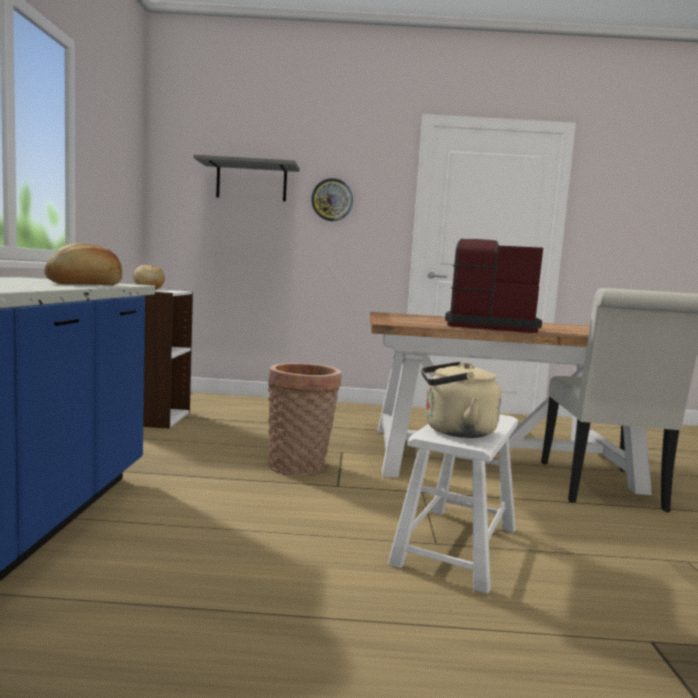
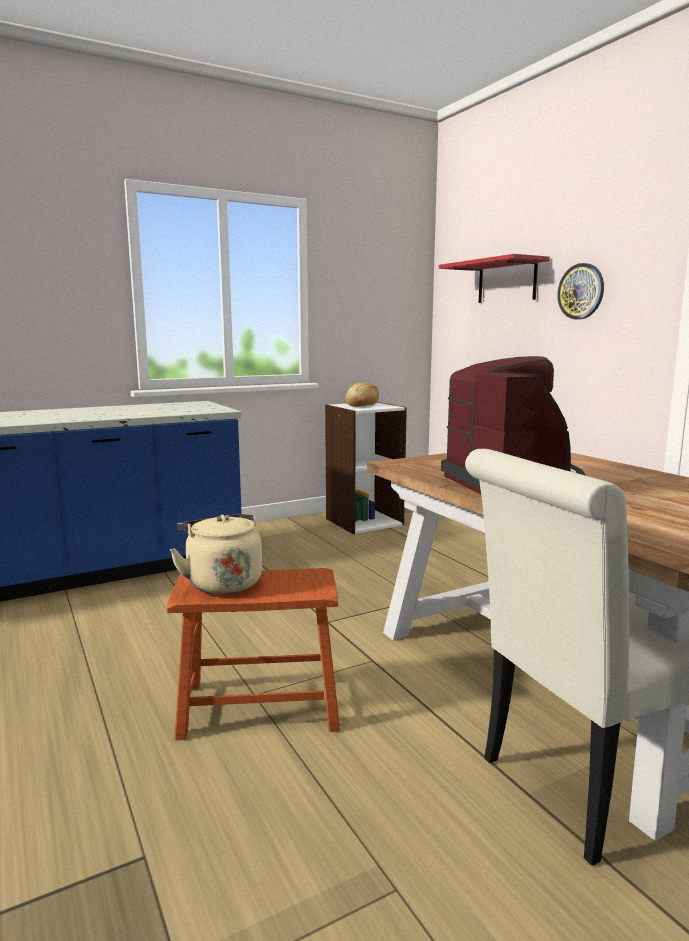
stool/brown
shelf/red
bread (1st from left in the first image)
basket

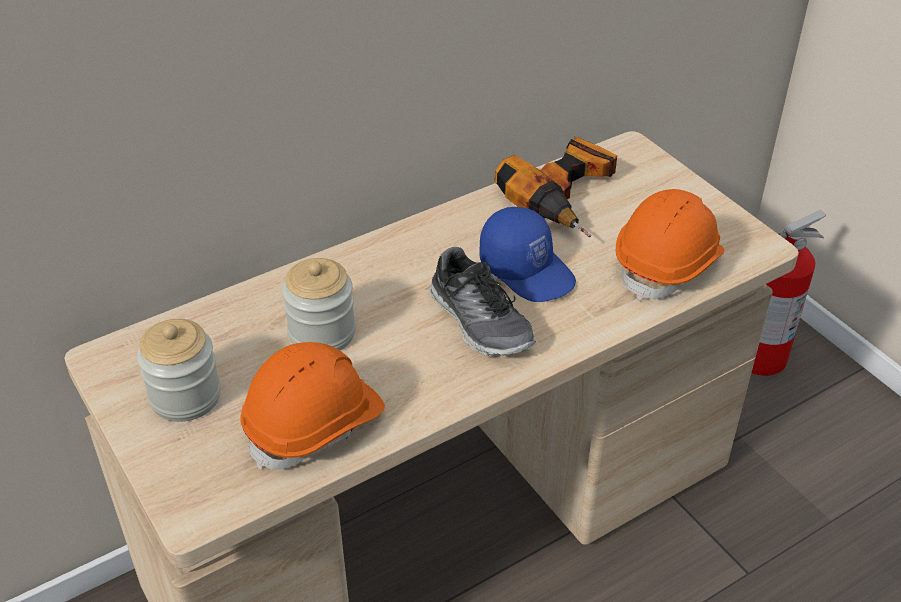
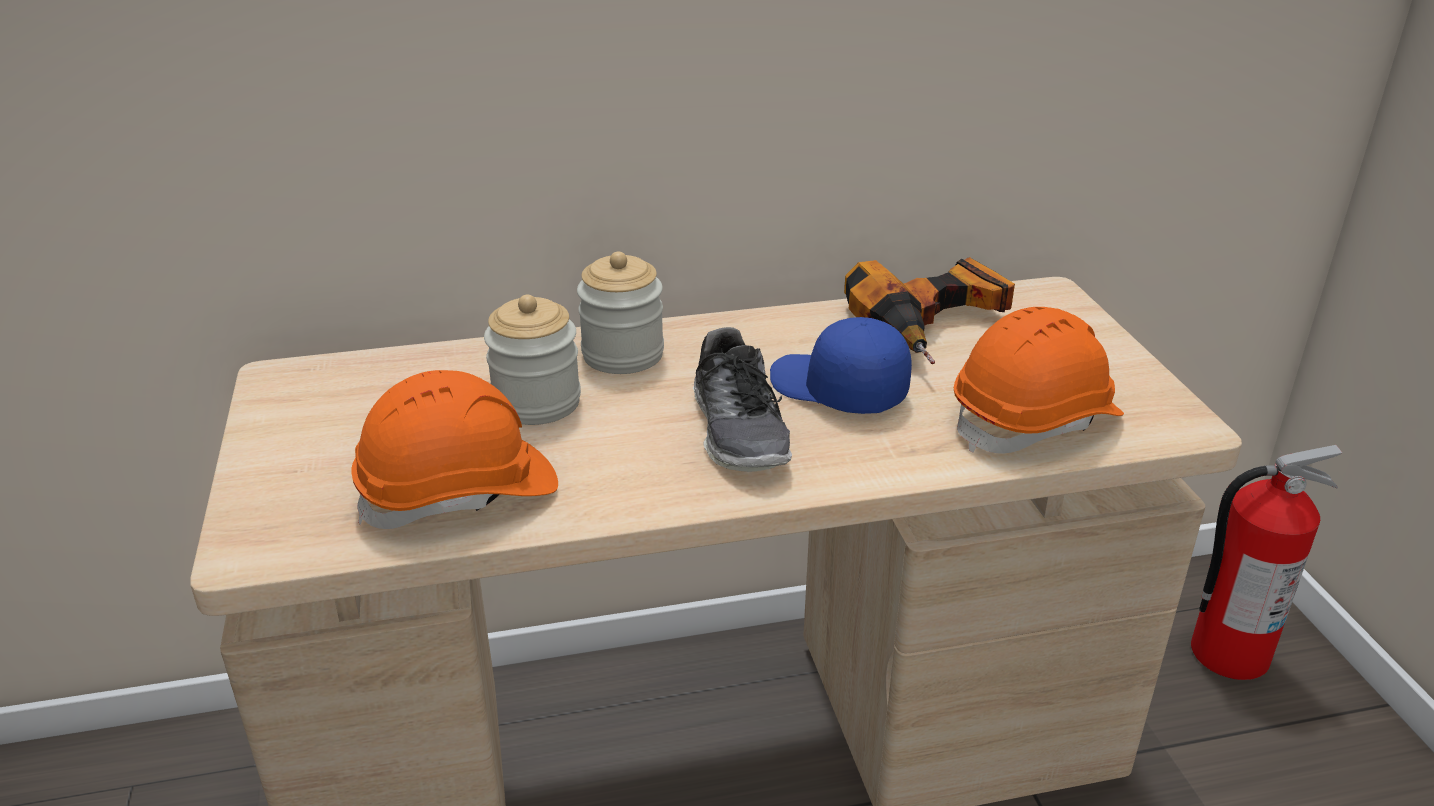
jar (2nd from left)
cap/blue

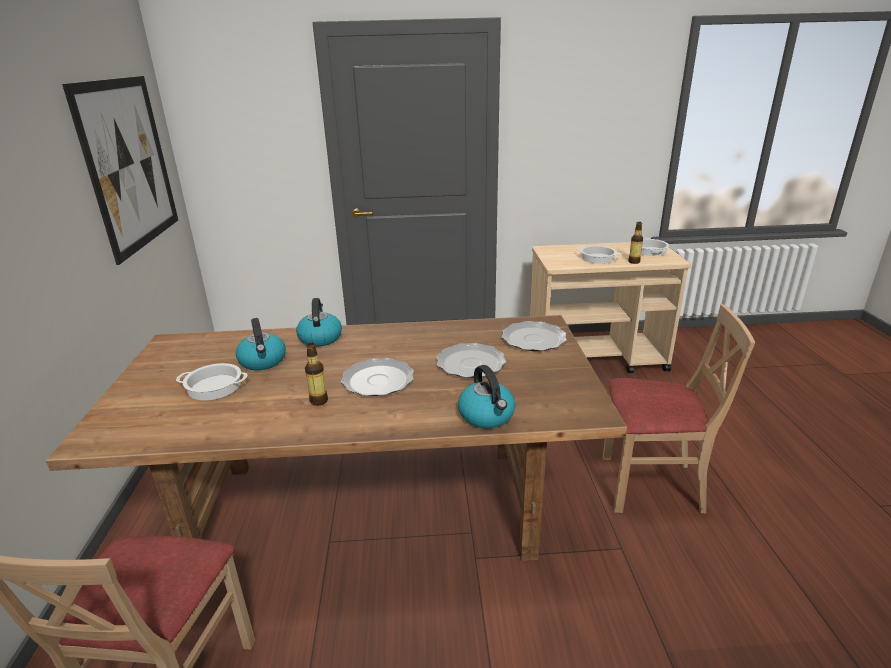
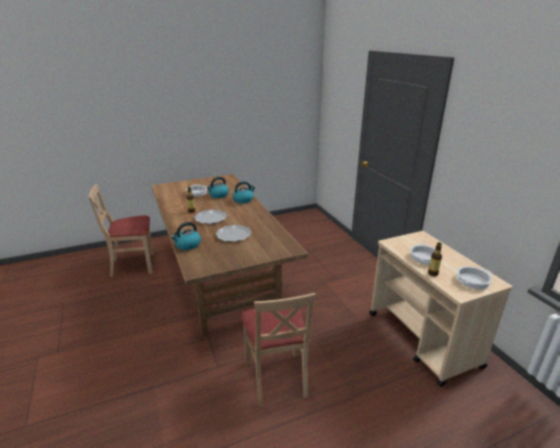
picture
plate (3rd from left in the first image)

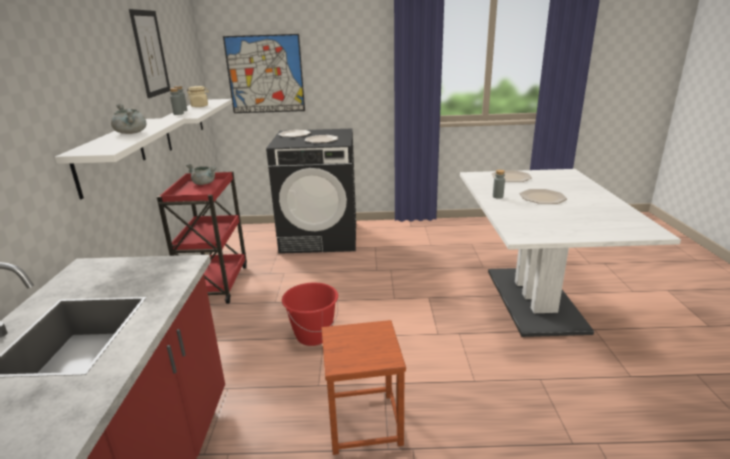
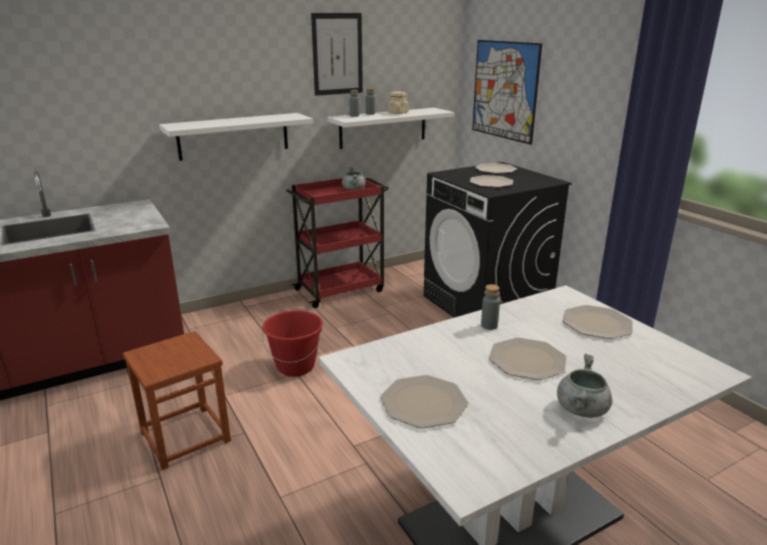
plate (1st from left)
cooking pot/grey (2nd from left)

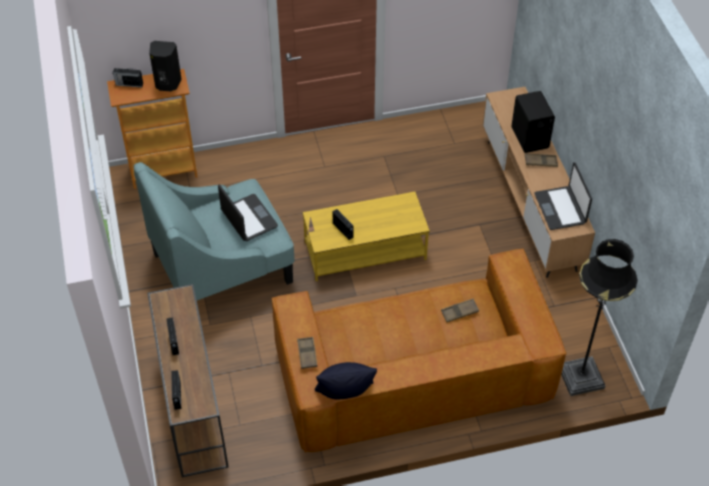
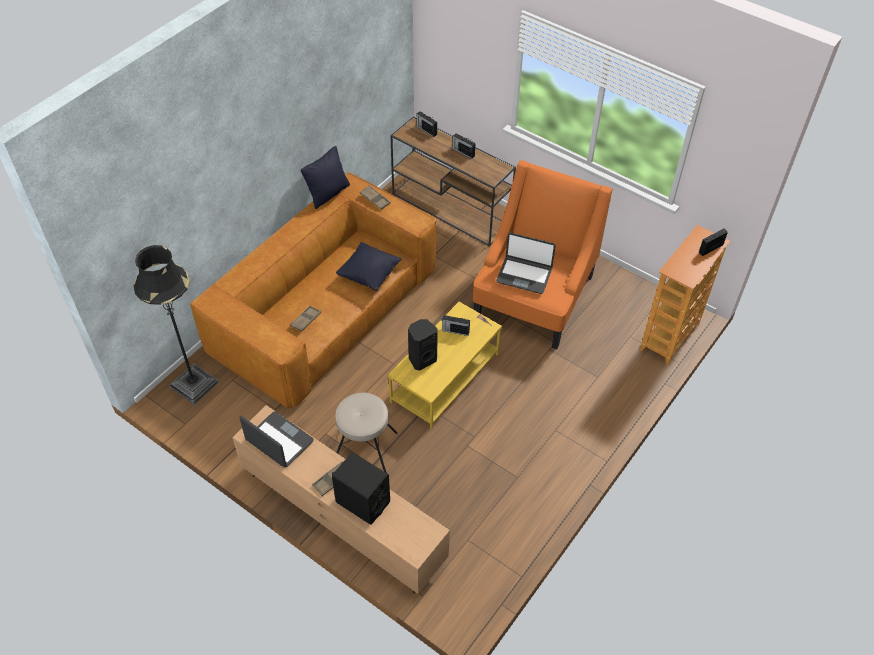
stool/beige
pillow/black (2nd from left)
speaker/black (2nd from left)
armchair/orange

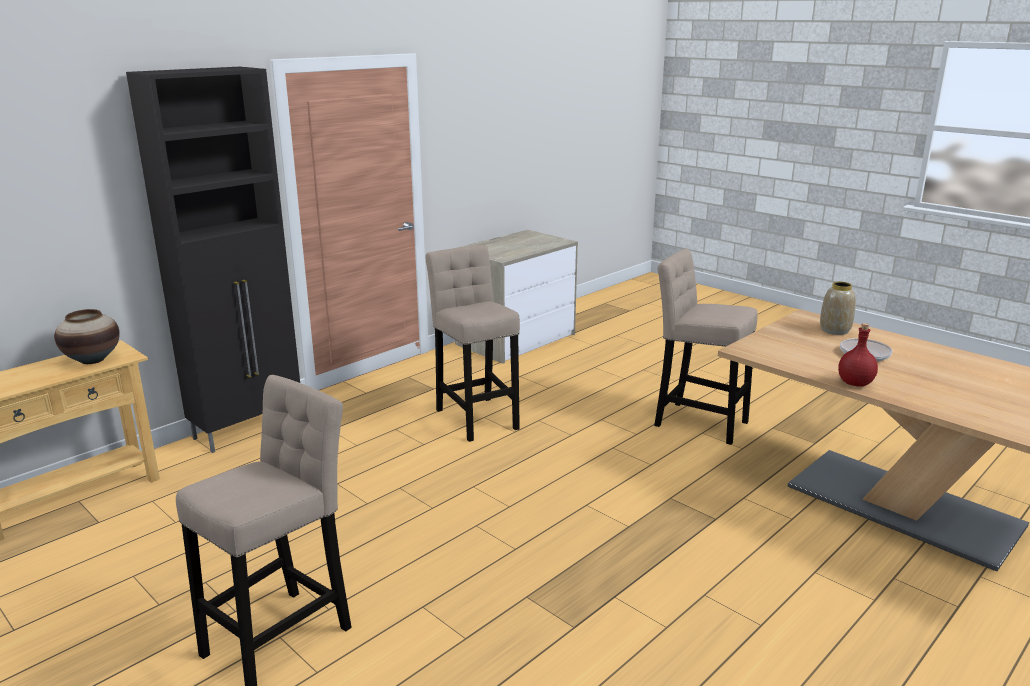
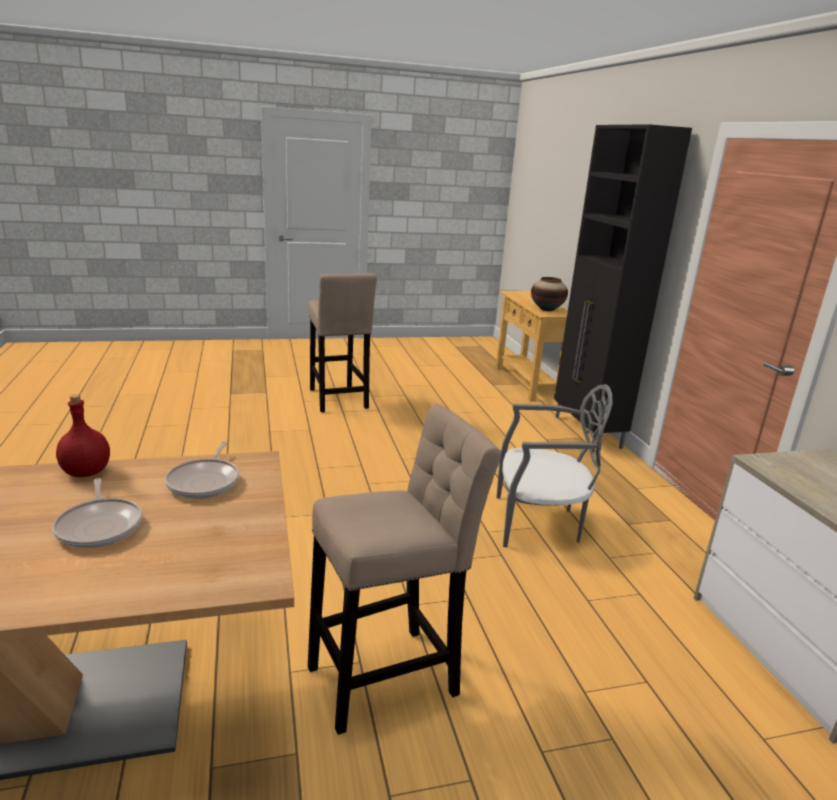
frying pan (2nd from left)
chair/grey
vase (2nd from left in the first image)

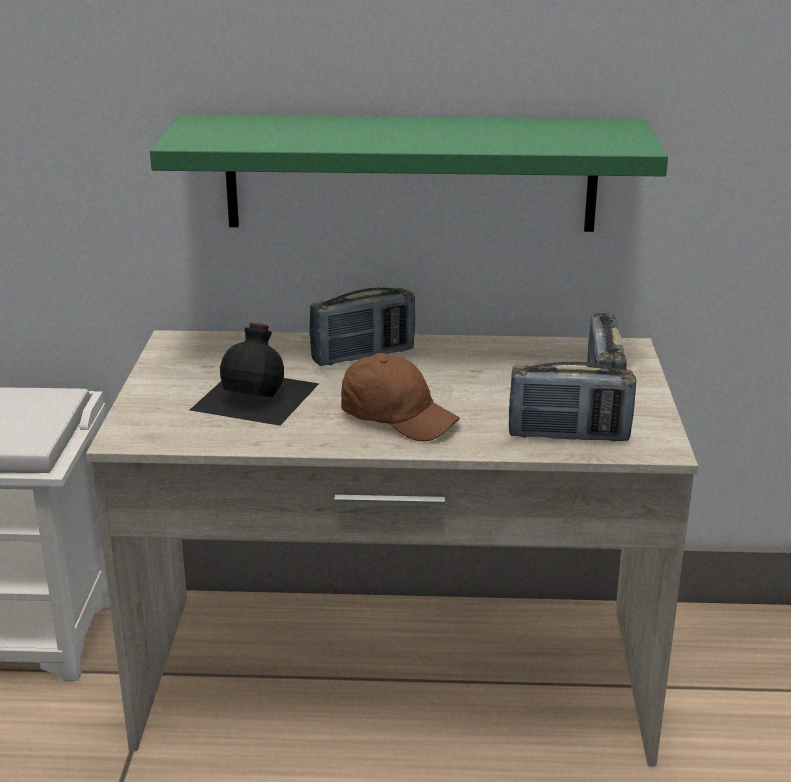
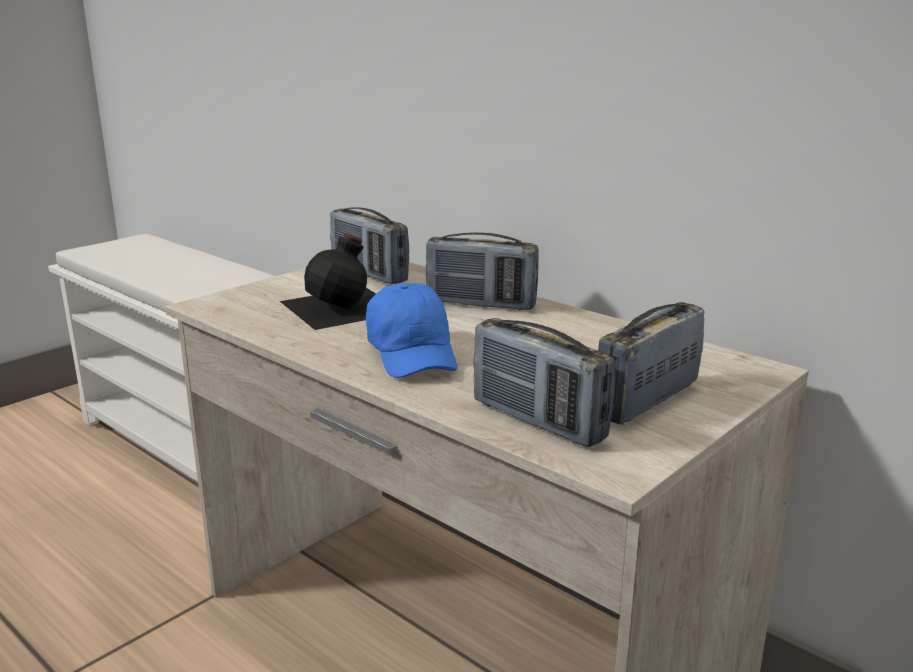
radio (1st from left)
cap/blue
shelf/green

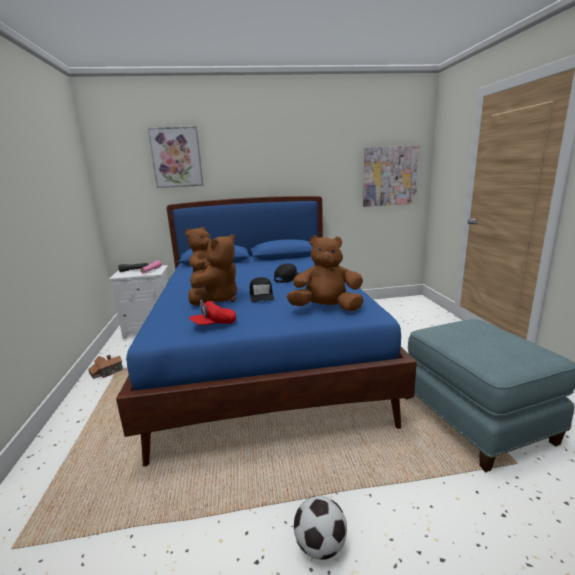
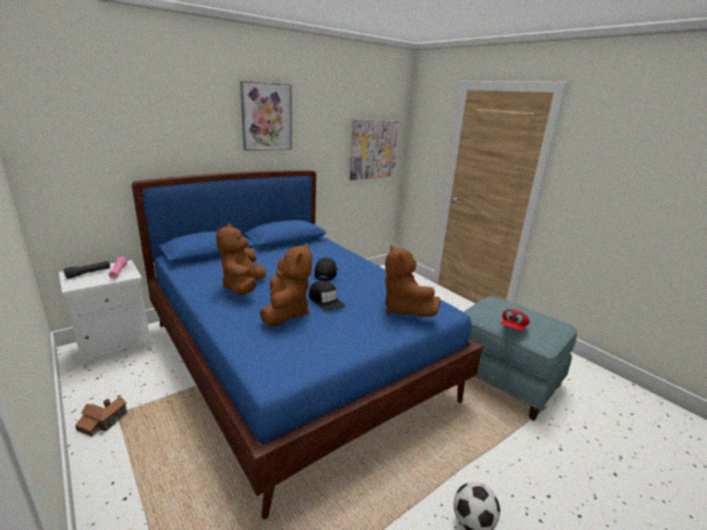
picture (1st from left)
plush toy/brown (3rd from left)
cap/red

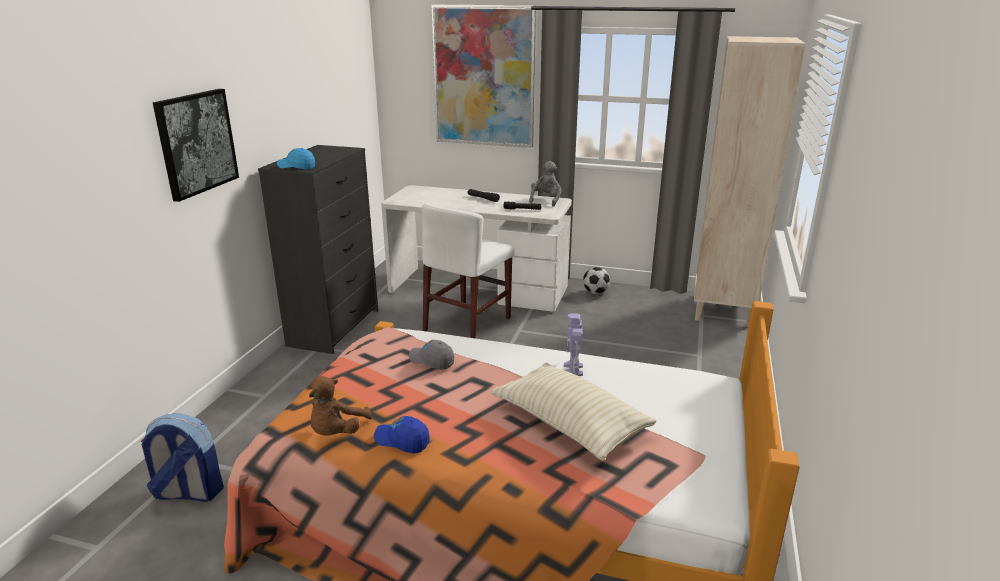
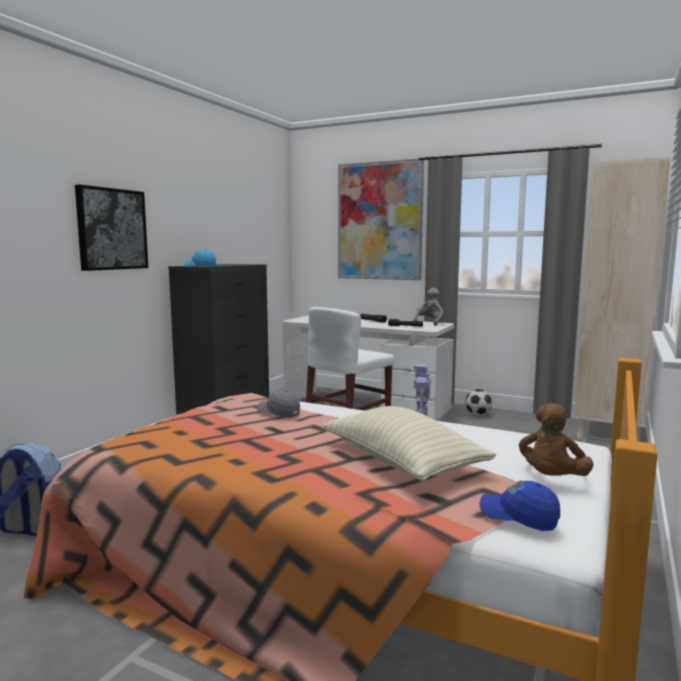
cap/blue (2nd from left)
plush toy/brown

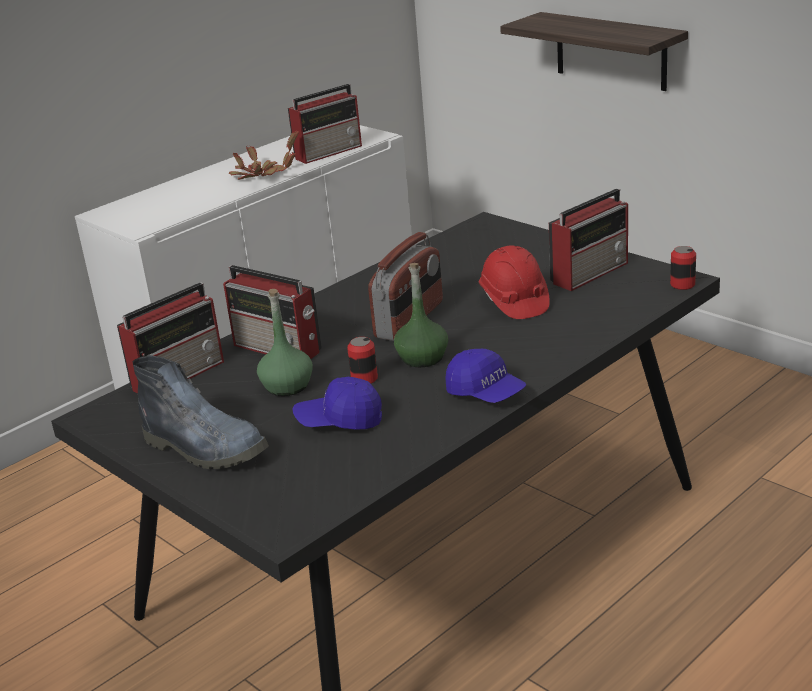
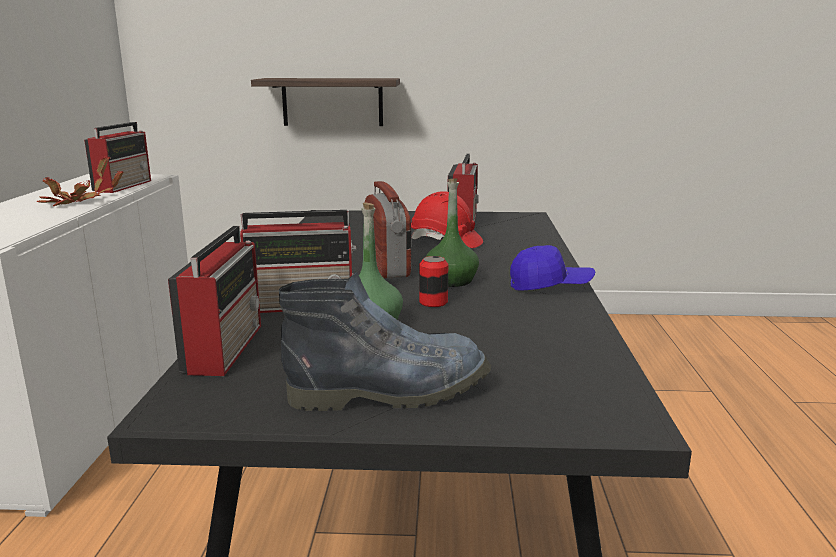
cap/blue (1st from left in the first image)
can (2nd from left in the first image)

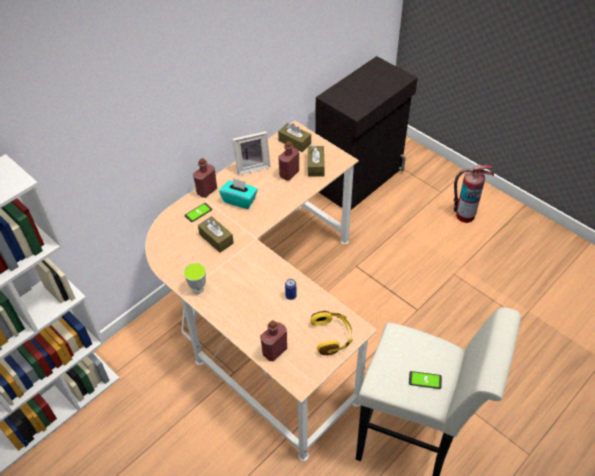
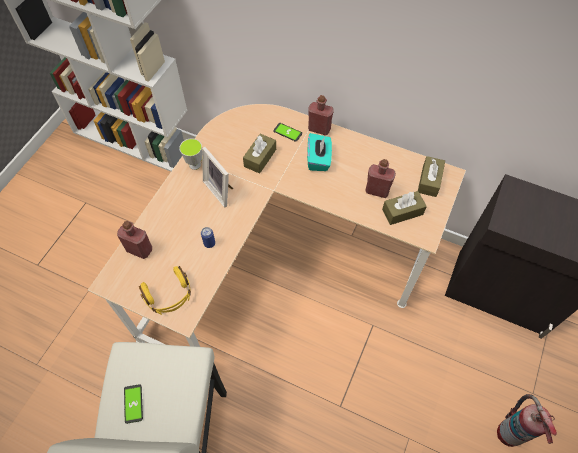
picture frame

